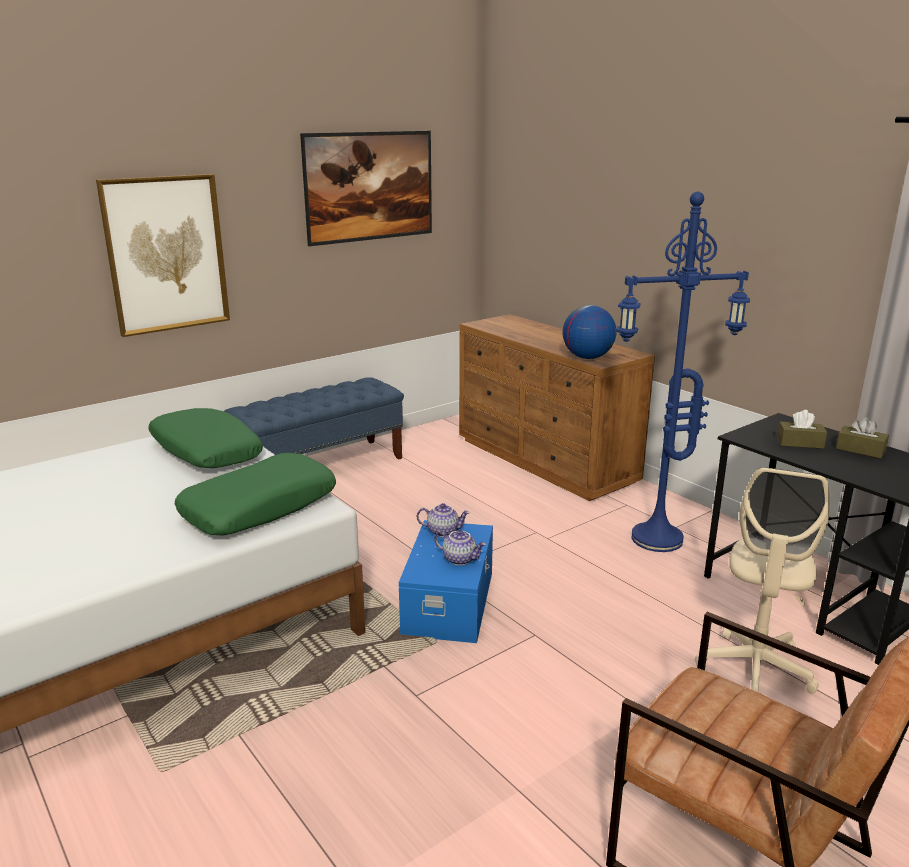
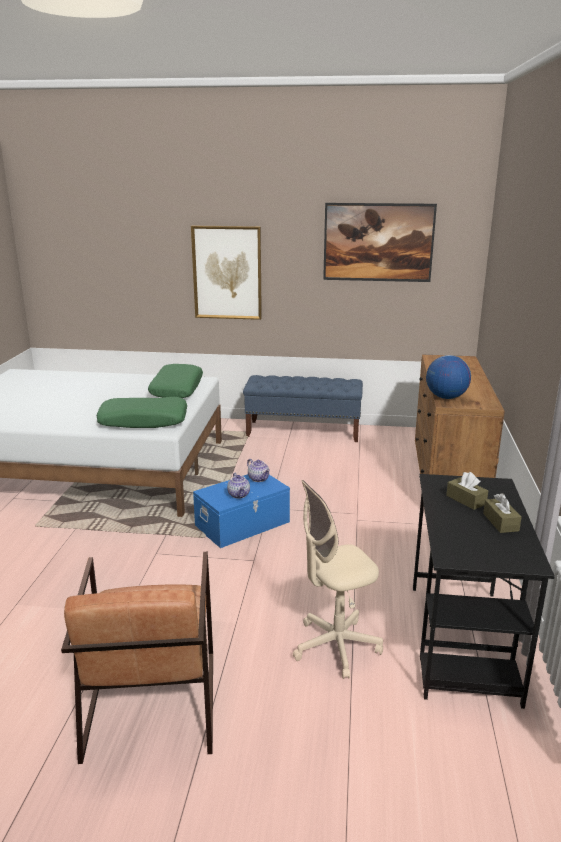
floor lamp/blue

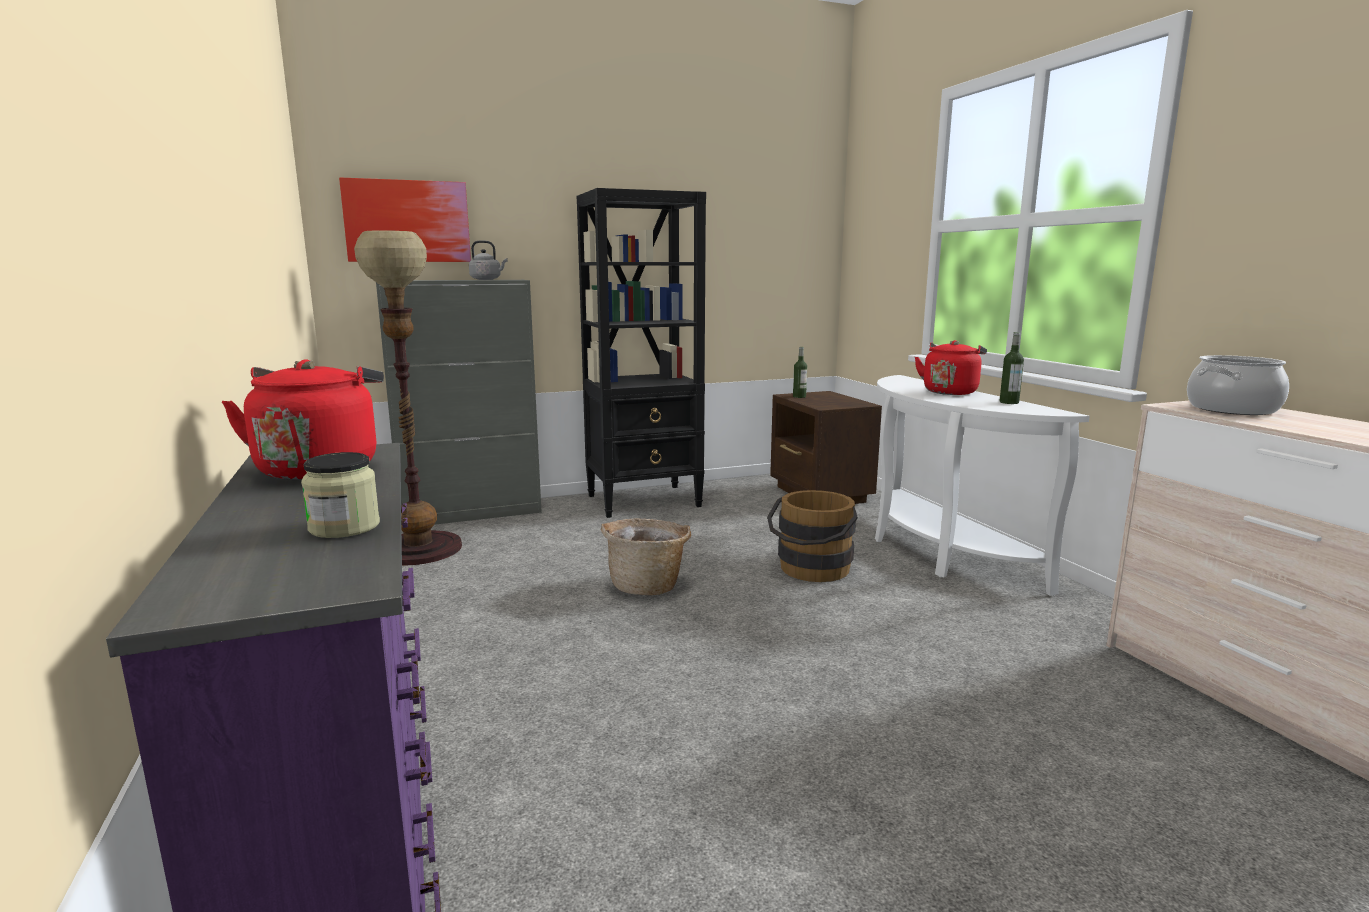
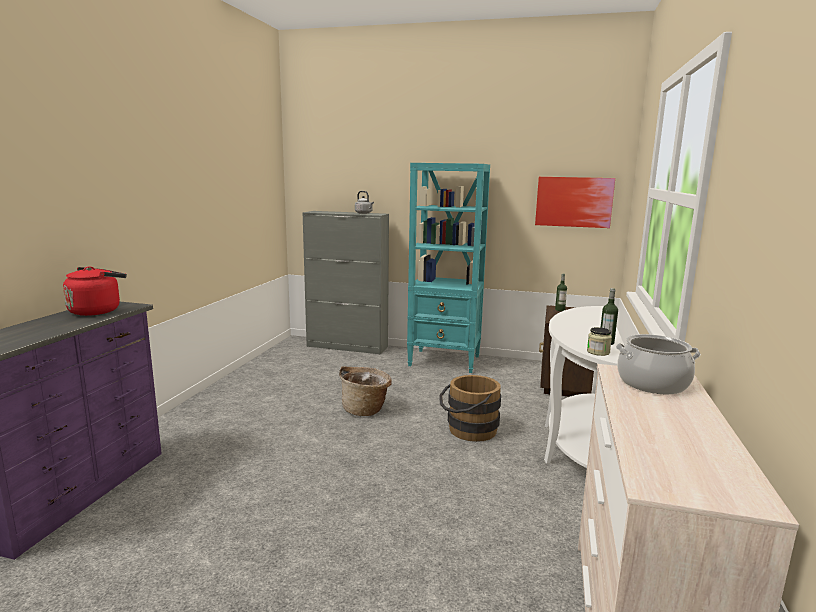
bookcase/turquoise
picture
jar
floor lamp
kettle/red (2nd from left in the first image)

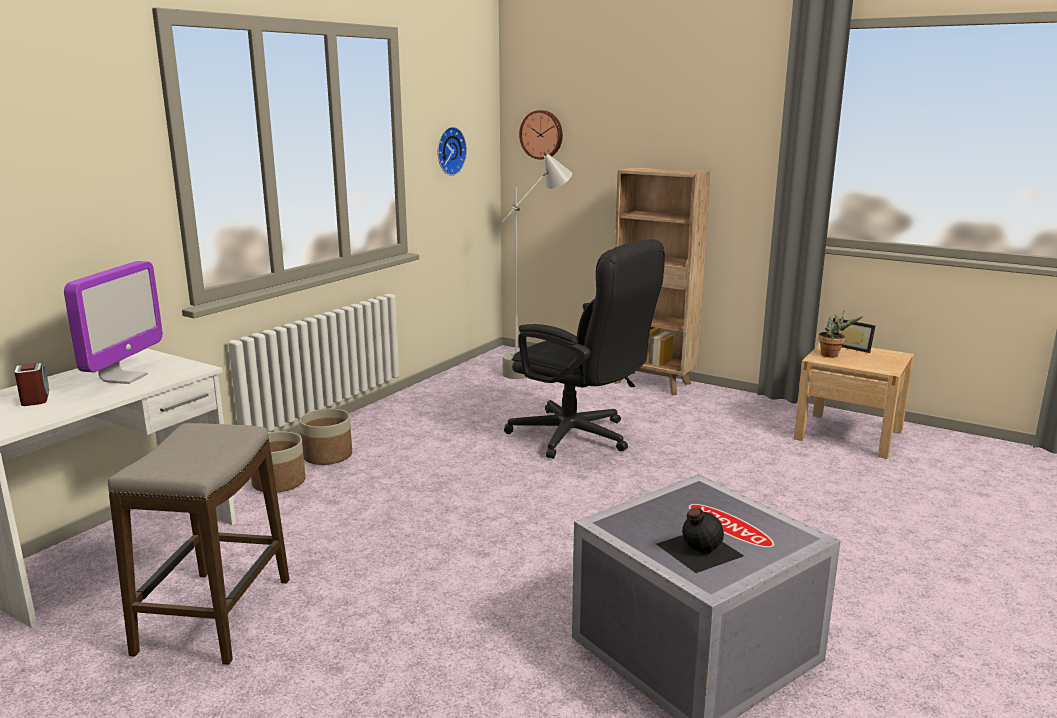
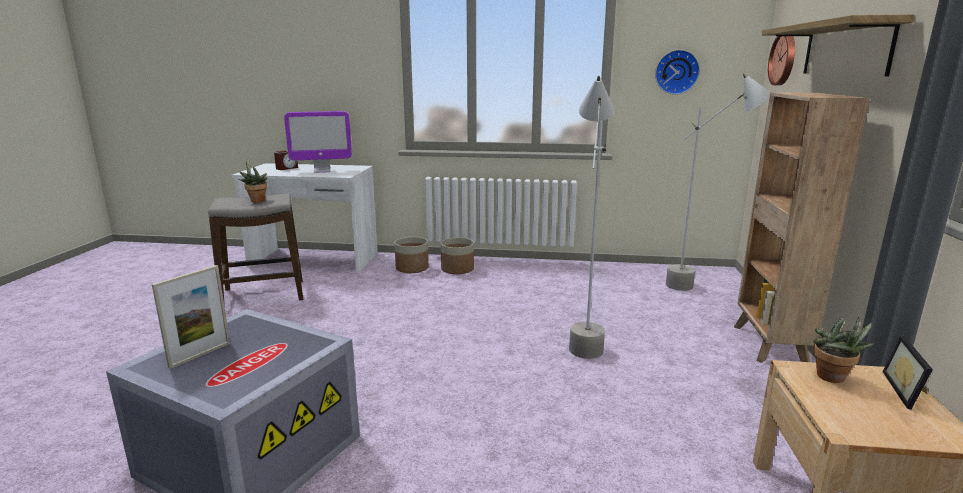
picture frame (1st from left)
potted plant (1st from left)
floor lamp/grey (1st from left)
shelf

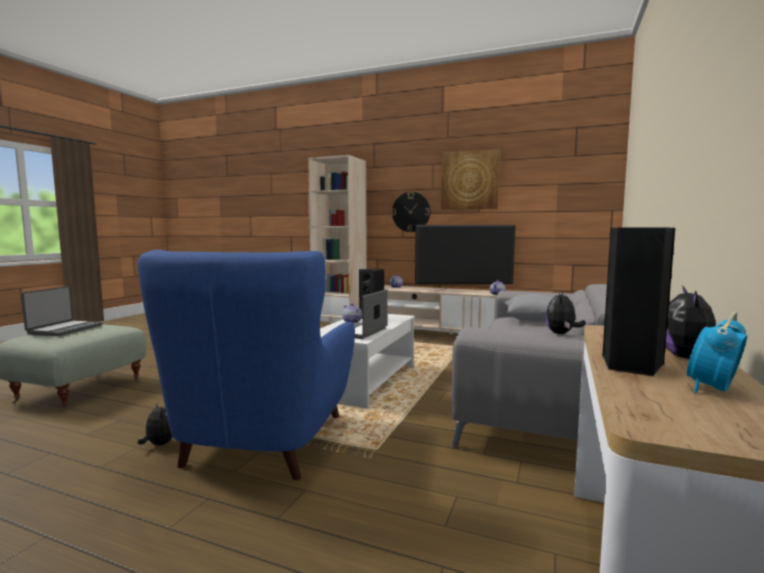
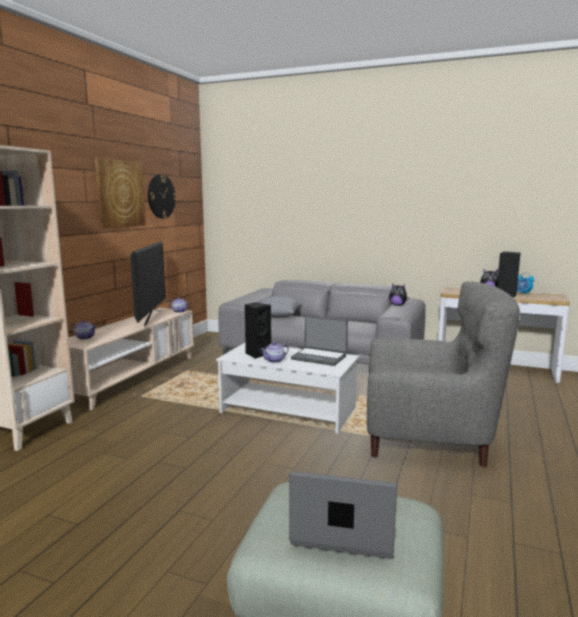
wall clock
armchair/grey
plush toy (1st from left in the first image)

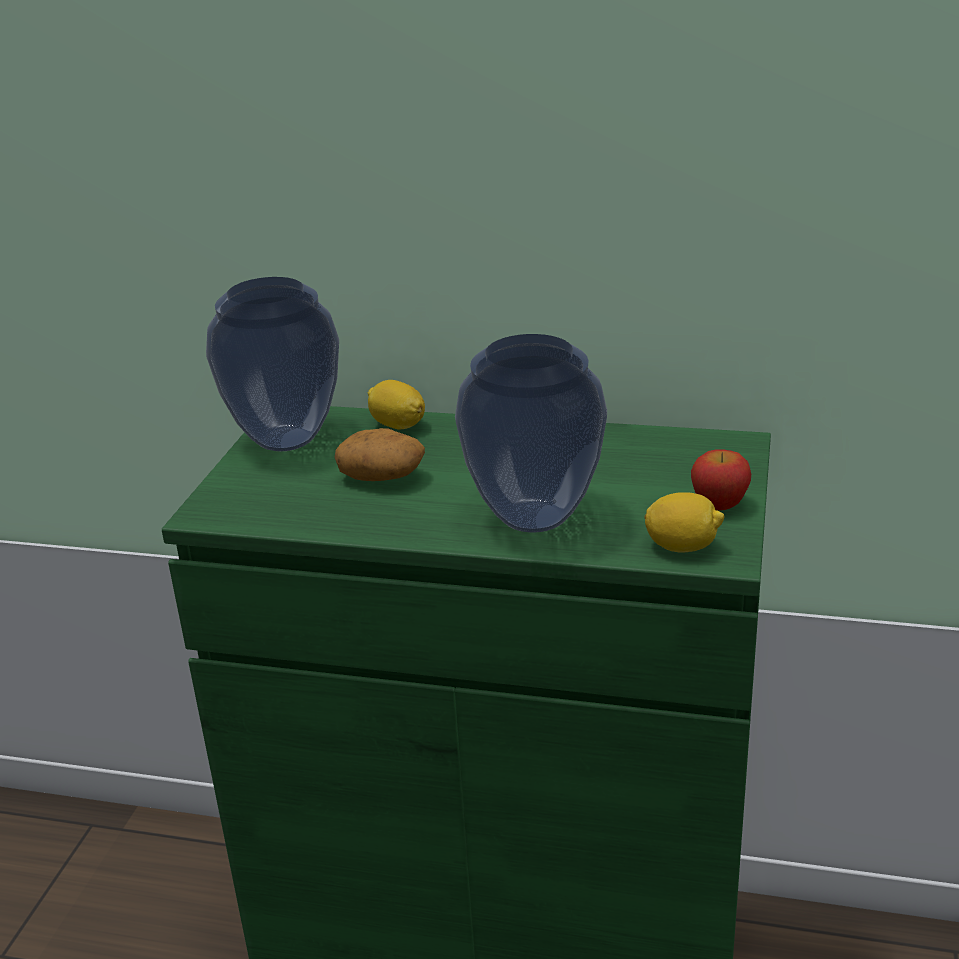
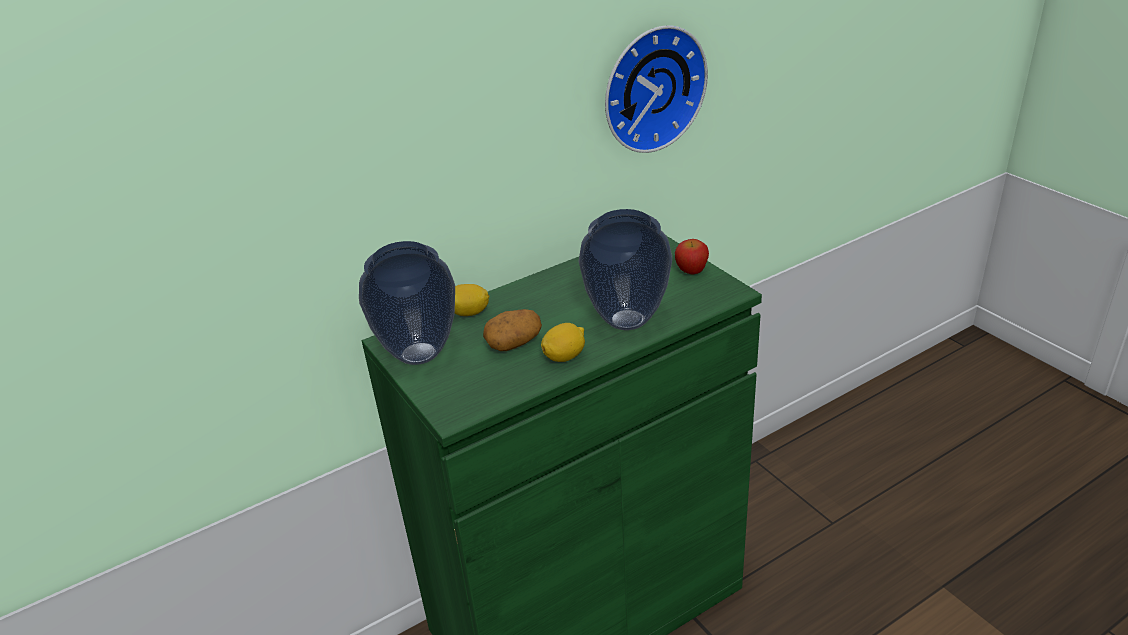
lemon (2nd from left)
wall clock

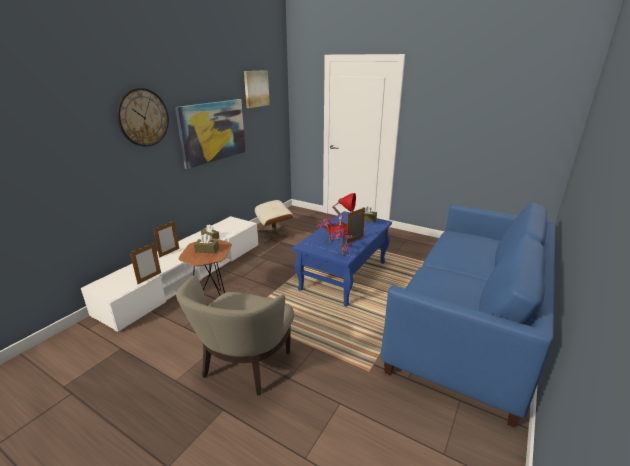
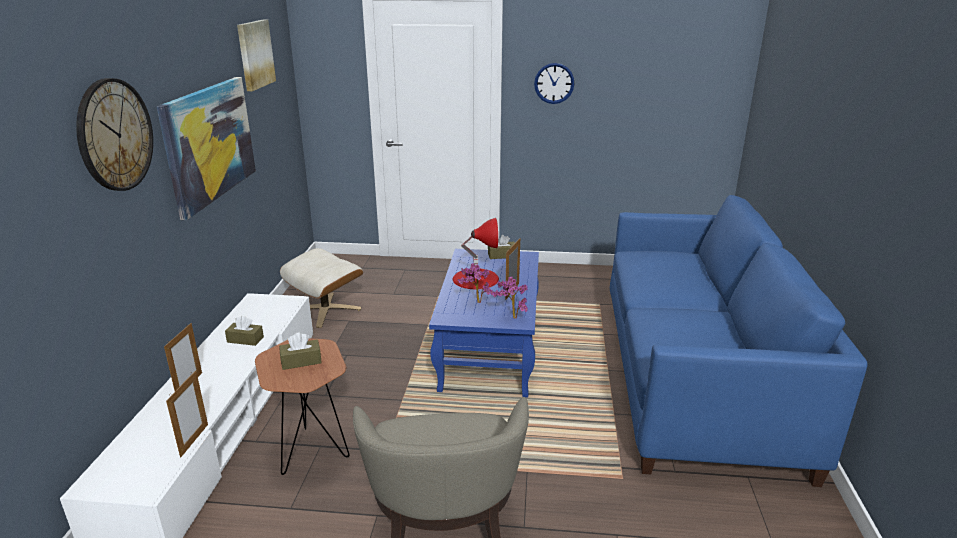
wall clock (2nd from left)

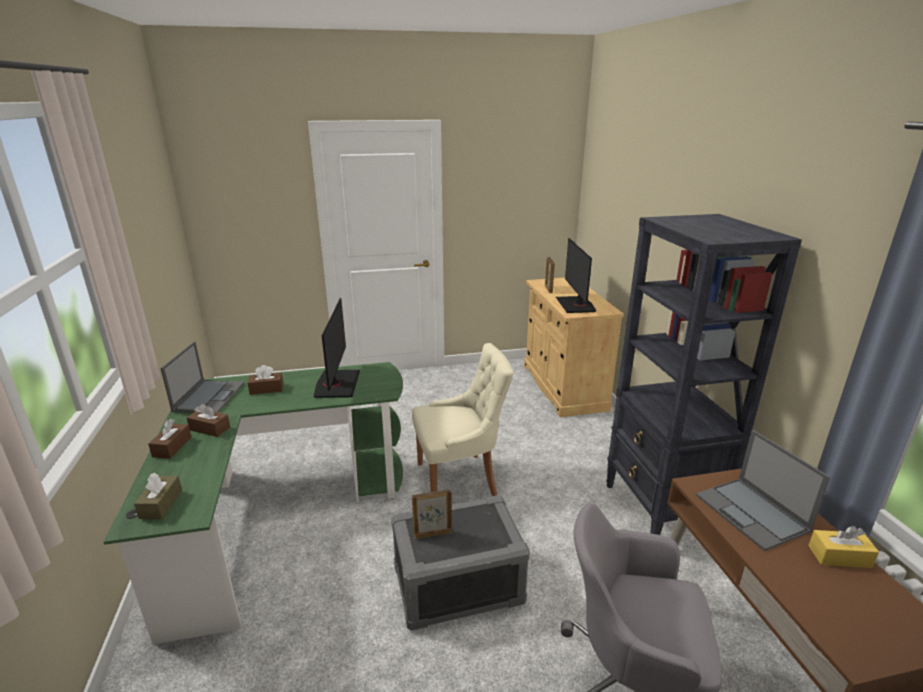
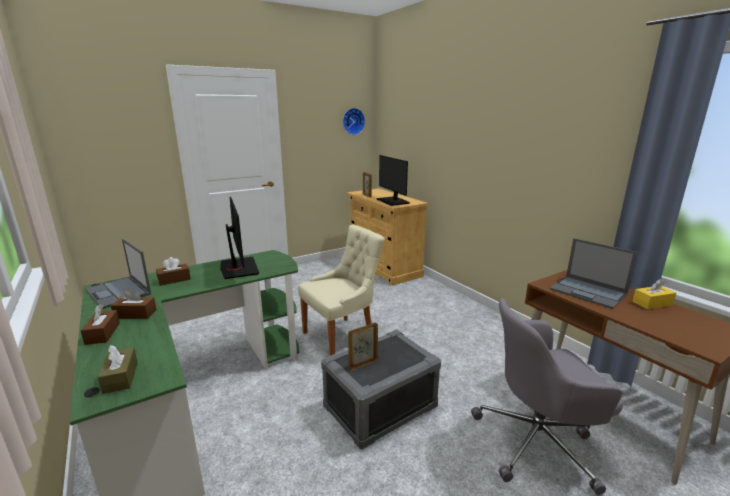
laptop (1st from left)
wall clock
bookcase/black

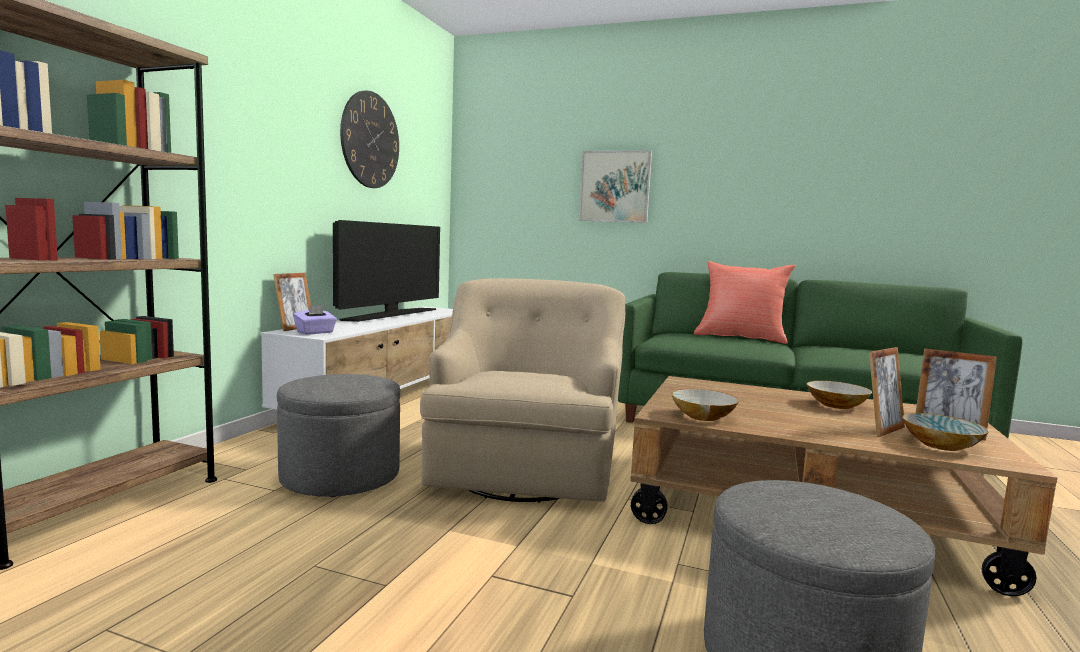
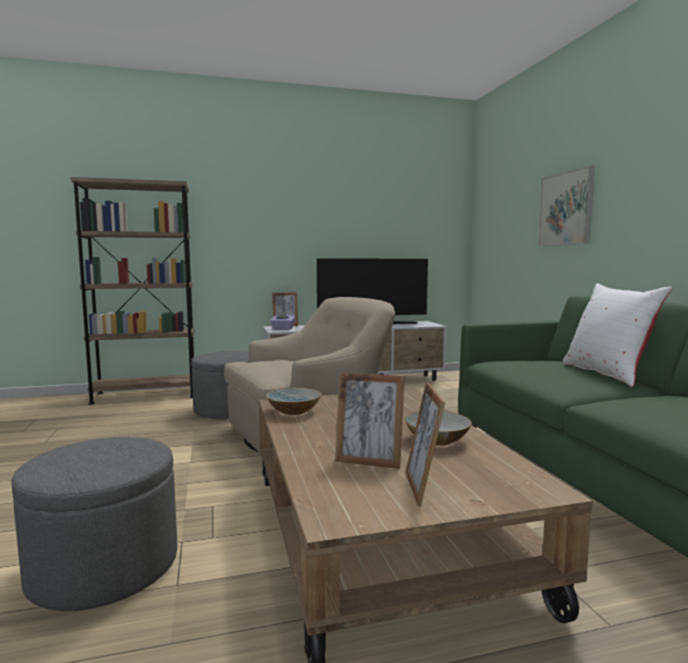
pillow/white
wall clock
bowl (3rd from left in the first image)

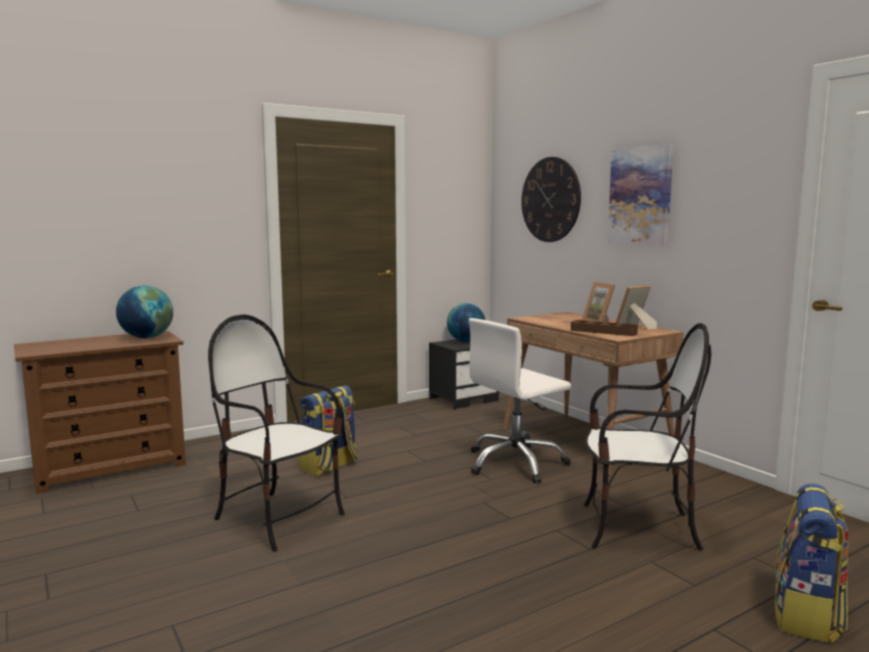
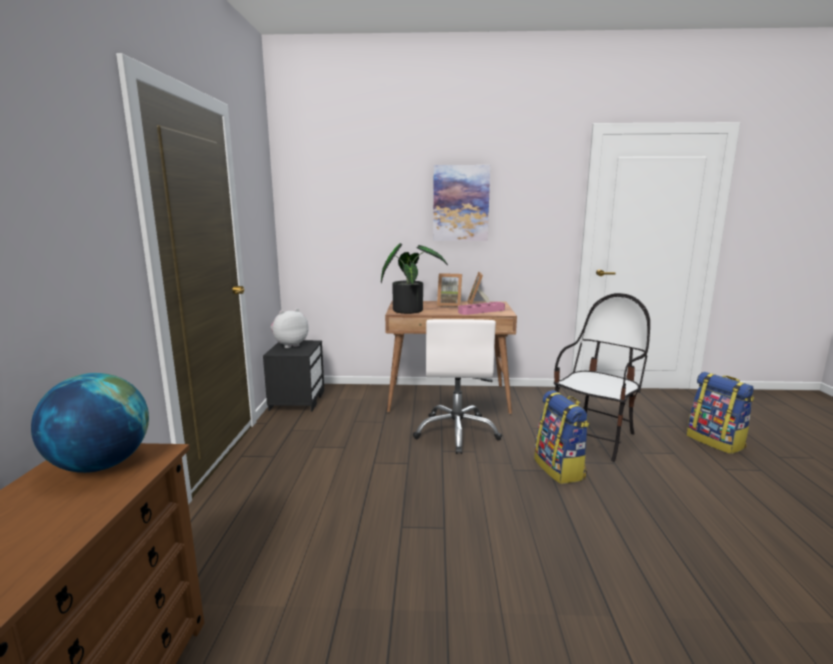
plush toy
potted plant
tray/pink
backpack (1st from left)
chair (1st from left in the first image)
wall clock

